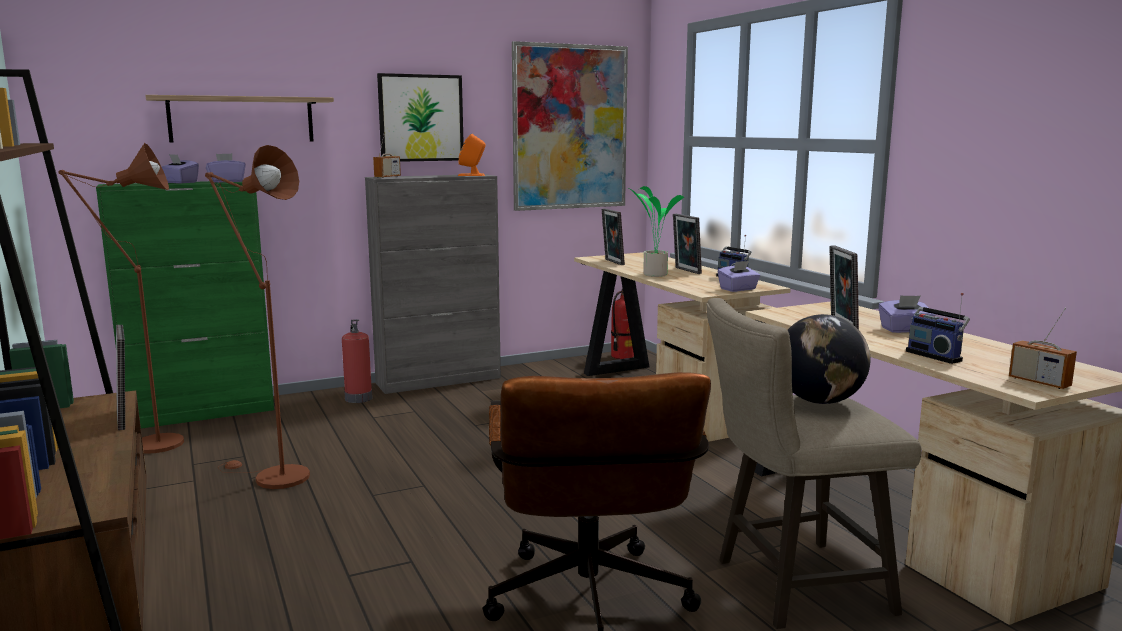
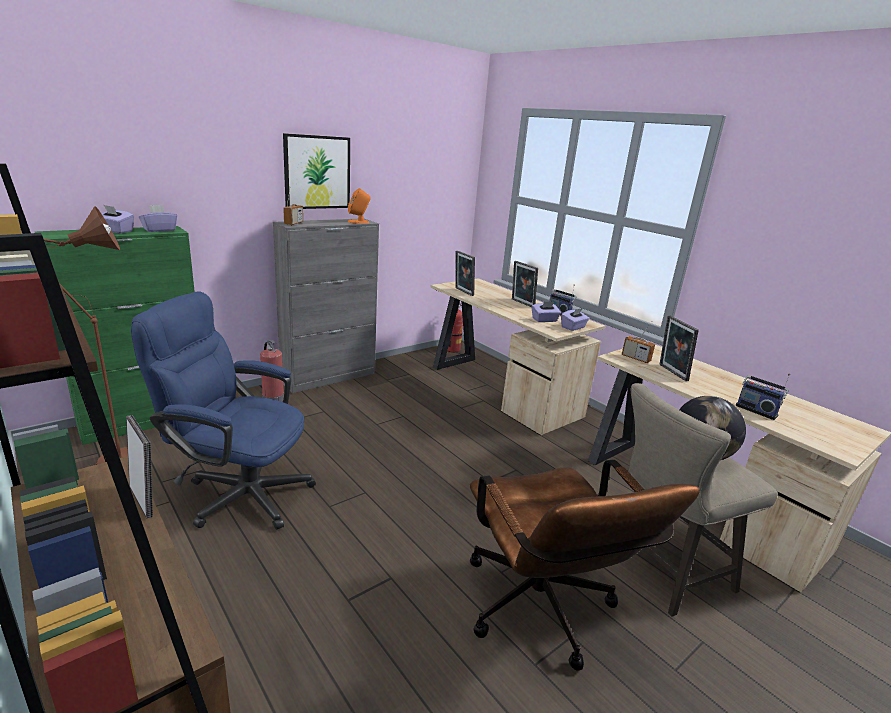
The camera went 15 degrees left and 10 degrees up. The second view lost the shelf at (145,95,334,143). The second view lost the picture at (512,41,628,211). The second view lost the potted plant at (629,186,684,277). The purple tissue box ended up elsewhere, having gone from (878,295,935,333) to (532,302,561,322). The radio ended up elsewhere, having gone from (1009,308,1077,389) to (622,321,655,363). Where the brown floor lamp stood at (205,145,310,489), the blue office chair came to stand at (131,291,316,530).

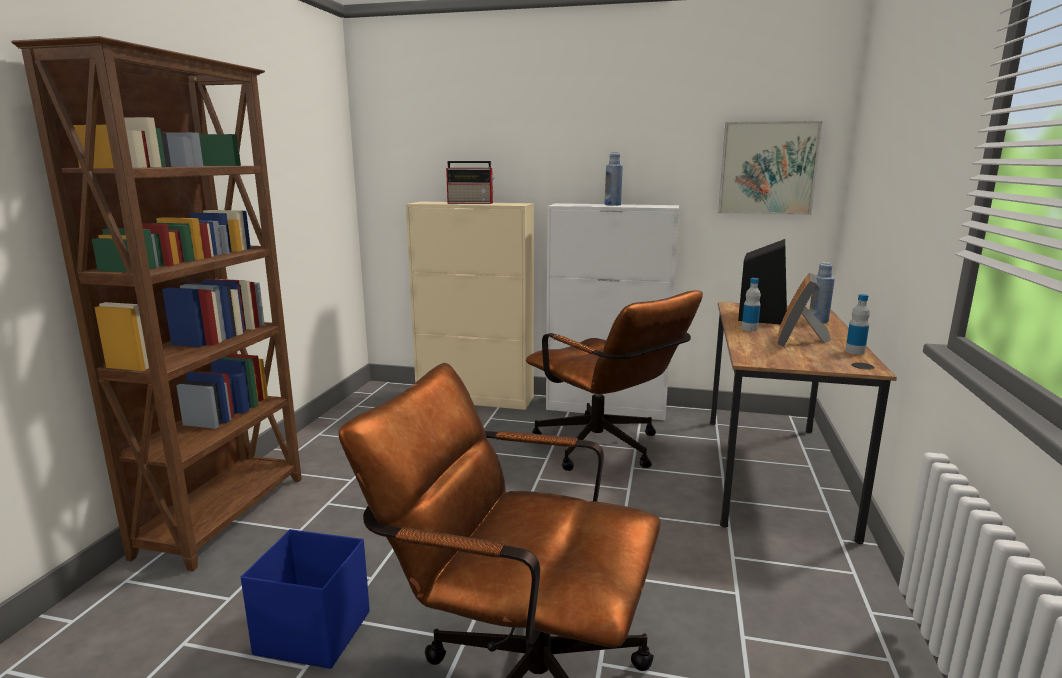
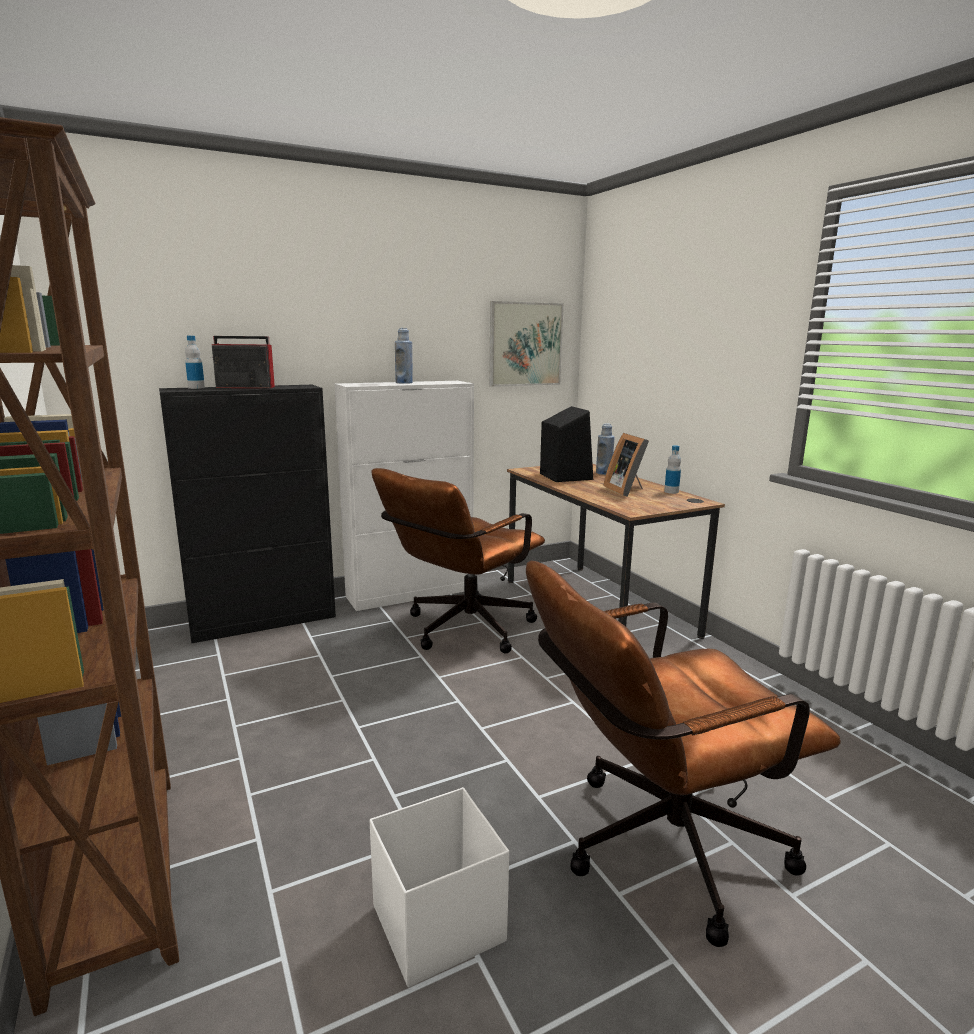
The camera went 40 degrees left and 0 degrees up. The bottle ended up elsewhere, having gone from (742,278,761,331) to (185,336,205,389). What was the blue storage box at (241,529,370,669) turned into the white storage box at (370,787,509,987). What was the beige cabinet at (406,202,534,410) turned into the black cabinet at (159,385,336,643). The radio at (446,161,495,204) ended up facing another way, 150 degrees counterclockwise from before. The brown office chair at (526,290,703,471) ended up facing another way, 120 degrees clockwise from before.

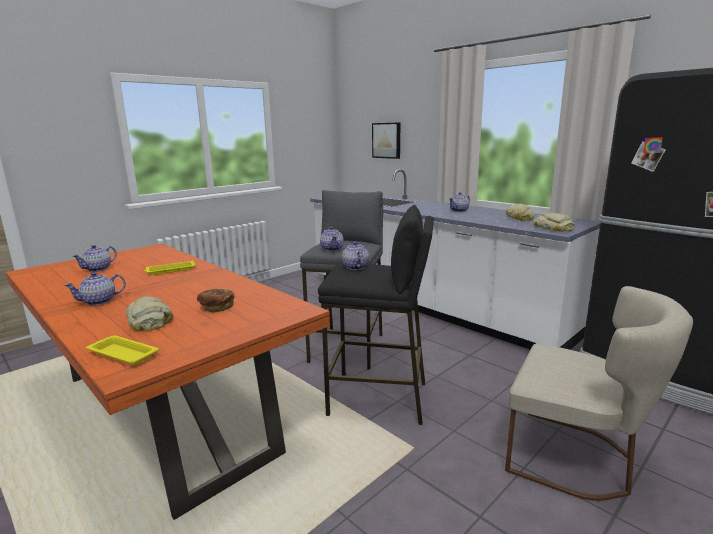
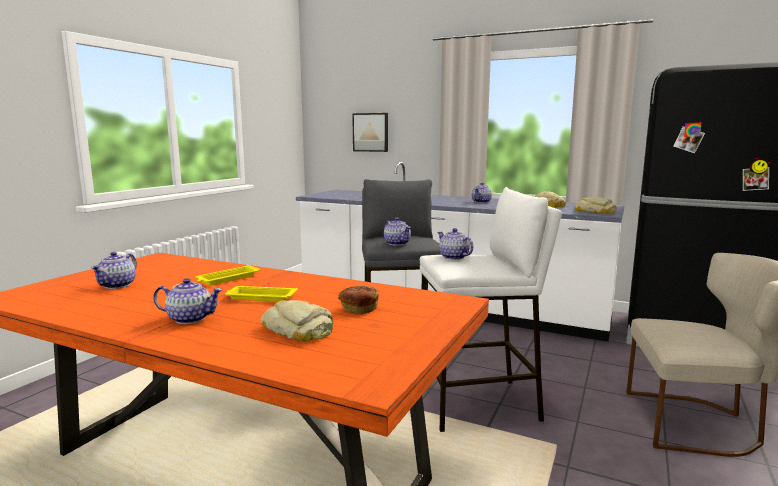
The camera went 20 degrees left and 5 degrees down. The yellow tray ended up elsewhere, having gone from (86,335,159,365) to (225,286,298,302). What was the black stool at (318,205,434,425) turned into the white stool at (420,187,562,432). The teapot at (64,272,126,306) ended up facing another way, 120 degrees counterclockwise from before.

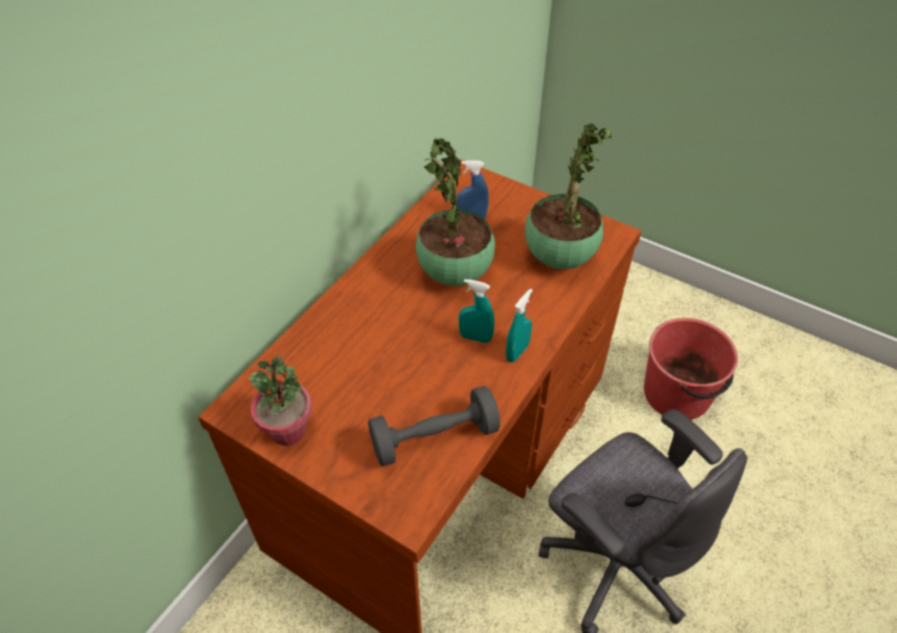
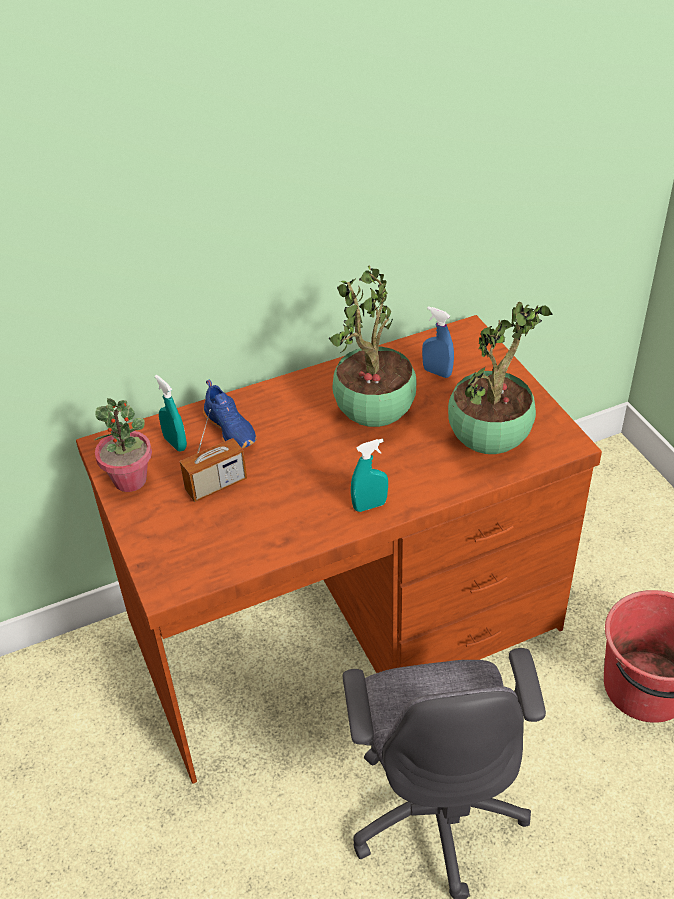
The camera went 35 degrees right and 5 degrees down. The second view lost the grey dumbbell at (368,386,500,466). The second view gained the radio at (180,409,247,502). The second view gained the blue shoe at (203,379,256,449). The turquoise spray bottle ended up elsewhere, having gone from (459,279,494,343) to (155,375,187,452).

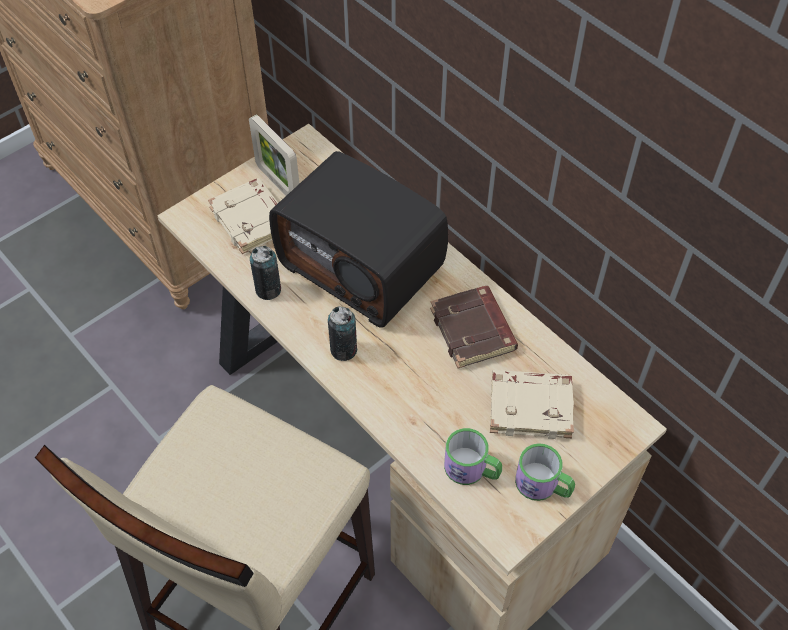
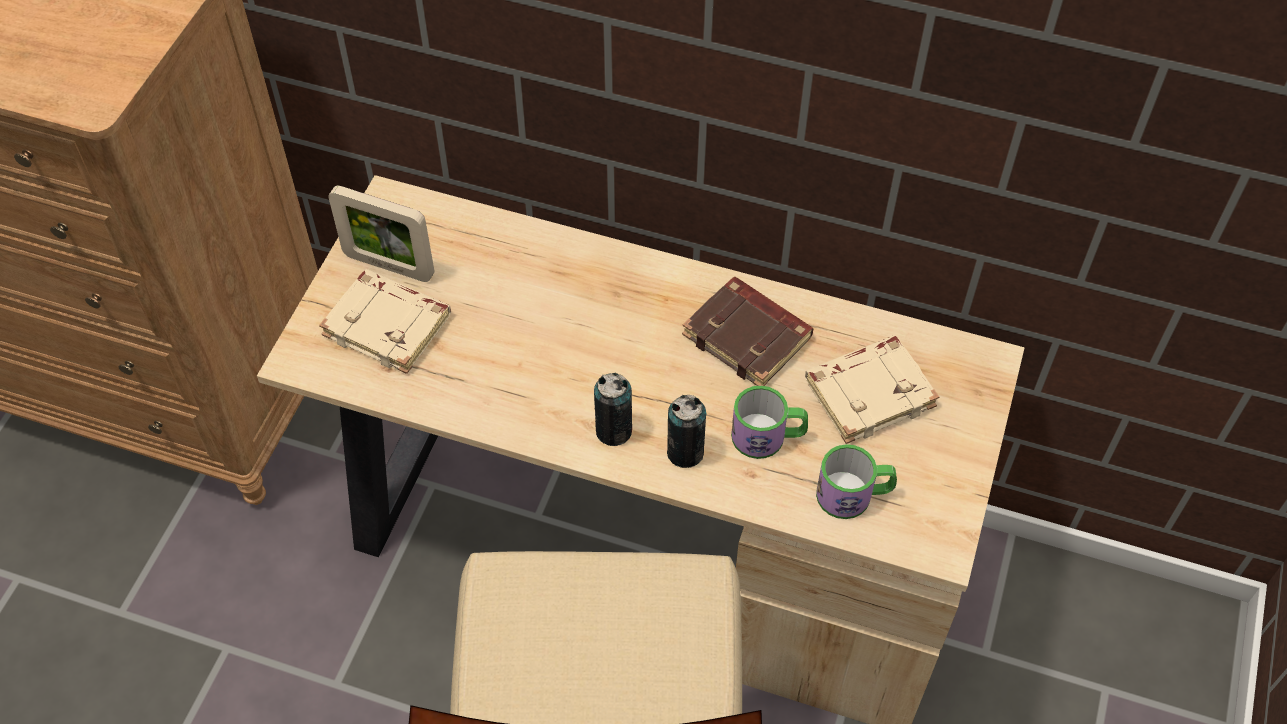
The camera went 30 degrees left and 0 degrees up. The second view lost the radio at (269,151,448,328). The can ended up elsewhere, having gone from (250,246,281,300) to (667,395,707,468). The mug ended up elsewhere, having gone from (515,443,575,501) to (731,386,808,459).

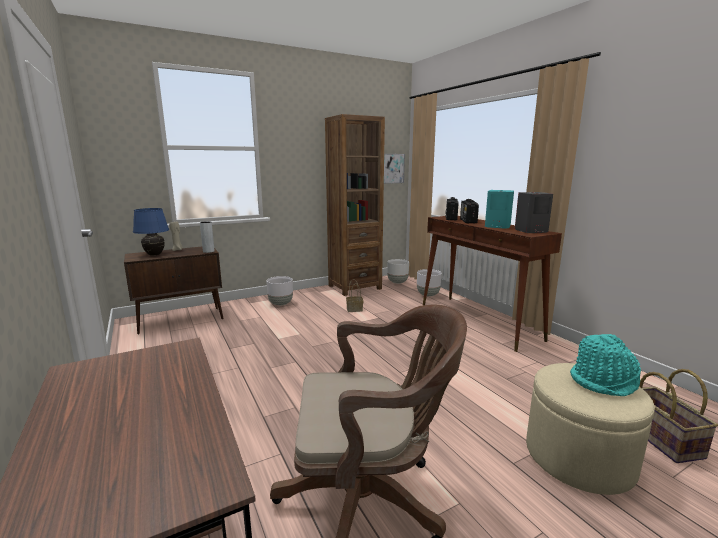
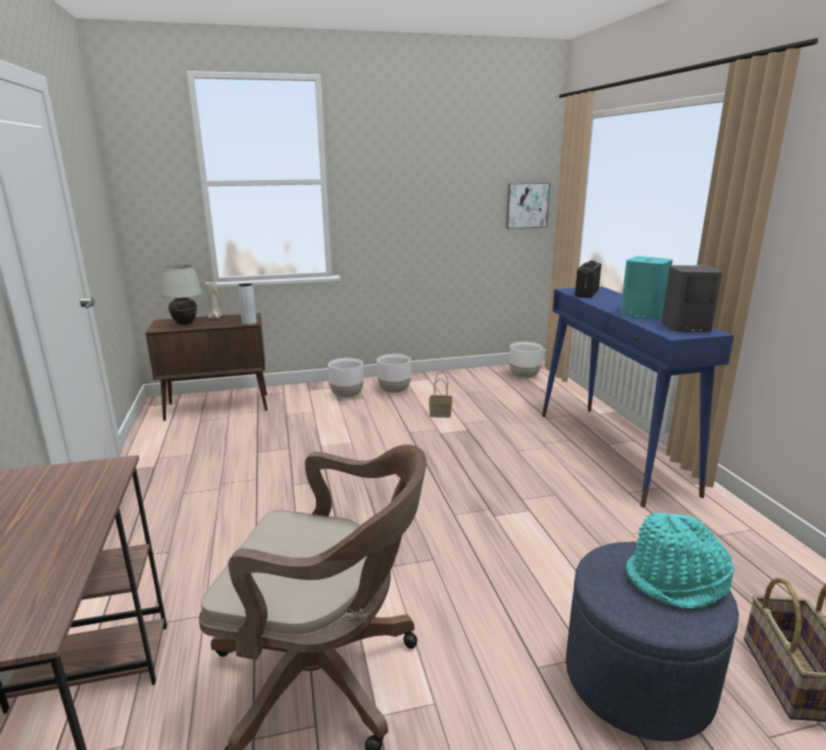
The camera went 15 degrees right and 5 degrees up. The second view lost the brown bookcase at (325,114,385,296). The second view lost the radio at (460,199,479,224). The white planter ended up elsewhere, having gone from (417,269,442,297) to (377,354,411,393). What was the blue table lamp at (133,208,169,256) turned into the white table lamp at (159,264,202,325). What was the brown console table at (423,216,562,352) turned into the blue console table at (542,286,734,508). What was the beige ottoman at (526,363,655,495) turned into the blue ottoman at (566,542,739,742).

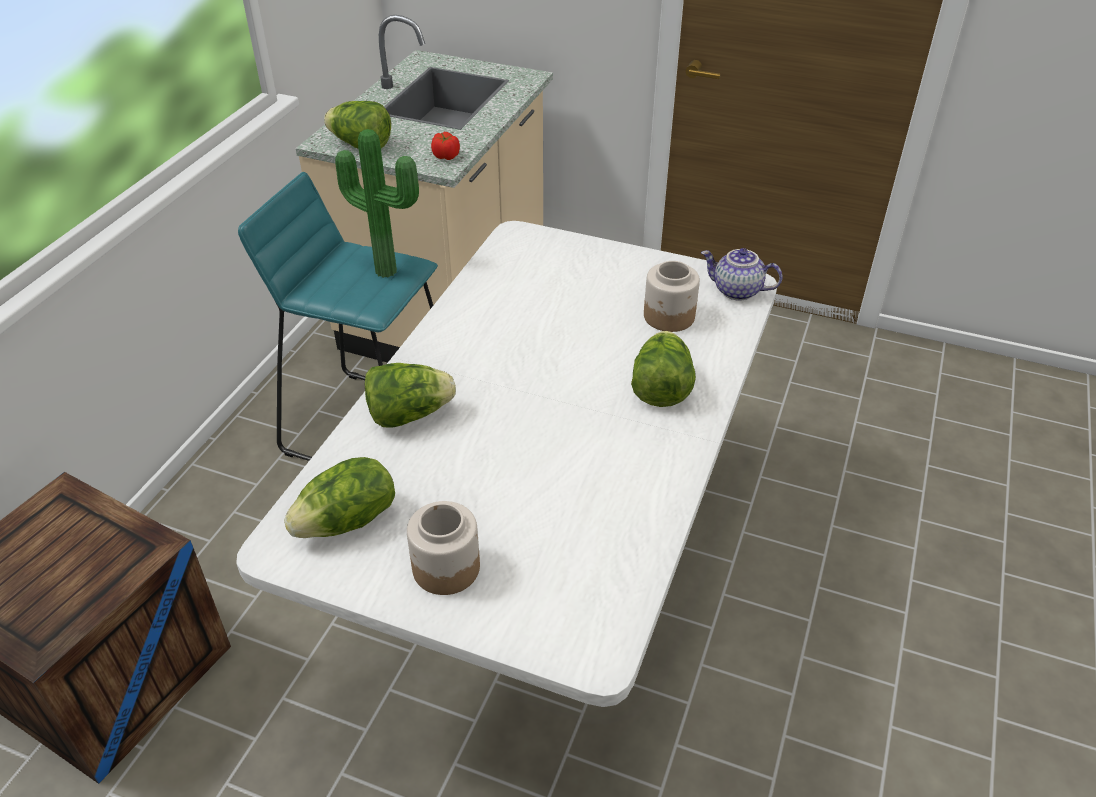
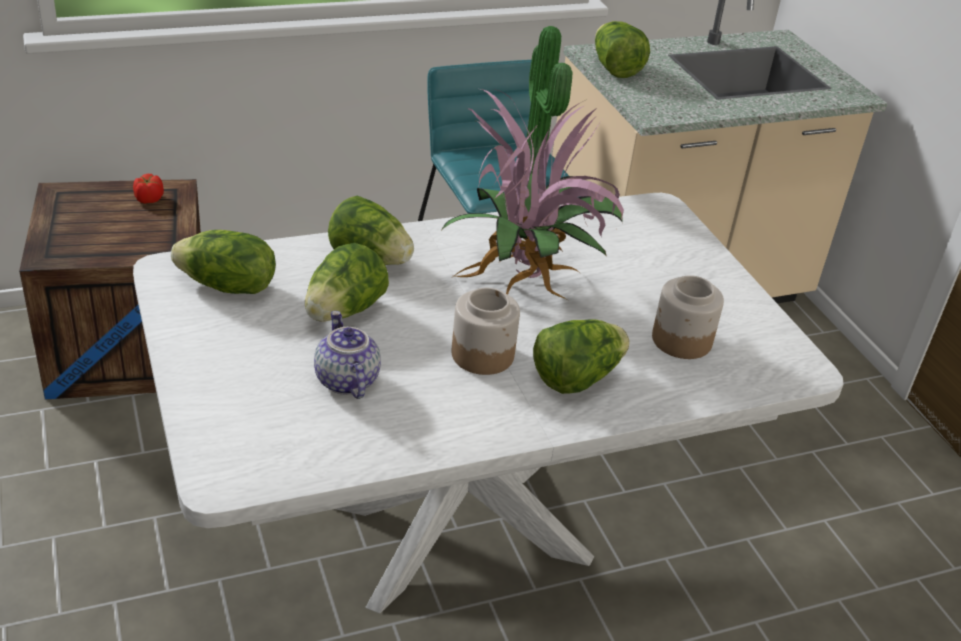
The camera went 45 degrees right and 5 degrees down. The second view gained the lettuce at (305,243,389,322). The second view gained the potted plant at (442,89,624,299). The jar ended up elsewhere, having gone from (407,501,480,595) to (452,288,520,375). The tomato ended up elsewhere, having gone from (431,132,460,160) to (133,174,164,204). The teapot ended up elsewhere, having gone from (701,248,783,301) to (314,311,381,399).

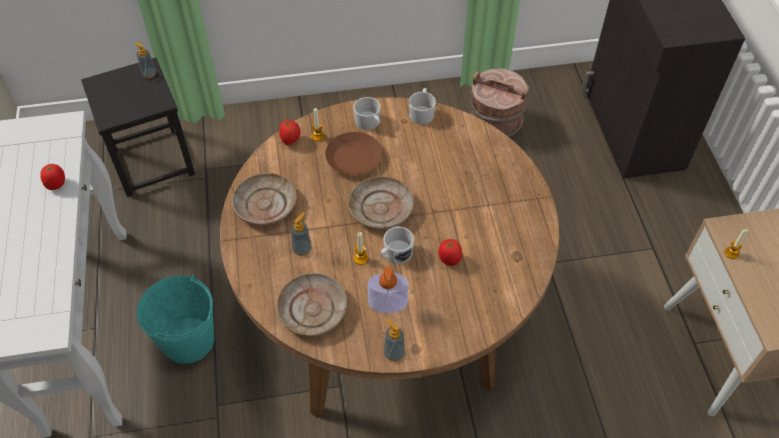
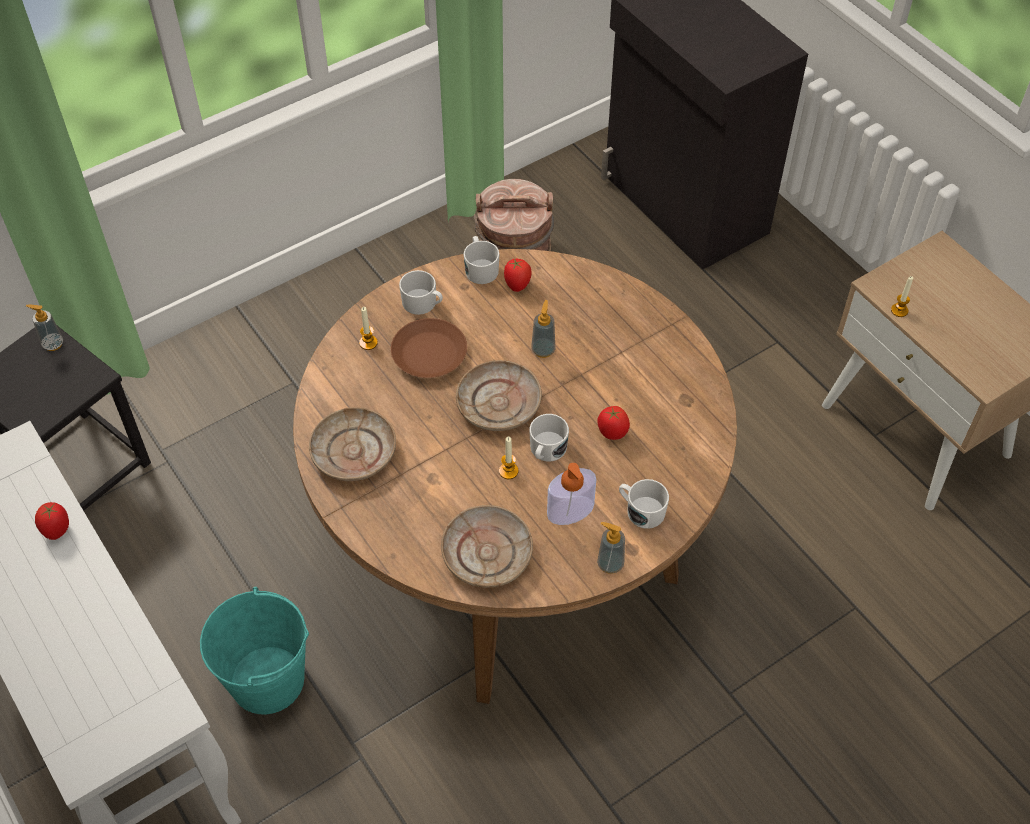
The camera went 25 degrees left and 0 degrees up. The second view gained the white mug at (619,479,669,529). The tomato ended up elsewhere, having gone from (279,120,301,145) to (504,259,532,292). The soap dispenser ended up elsewhere, having gone from (291,212,312,256) to (531,300,555,358).

